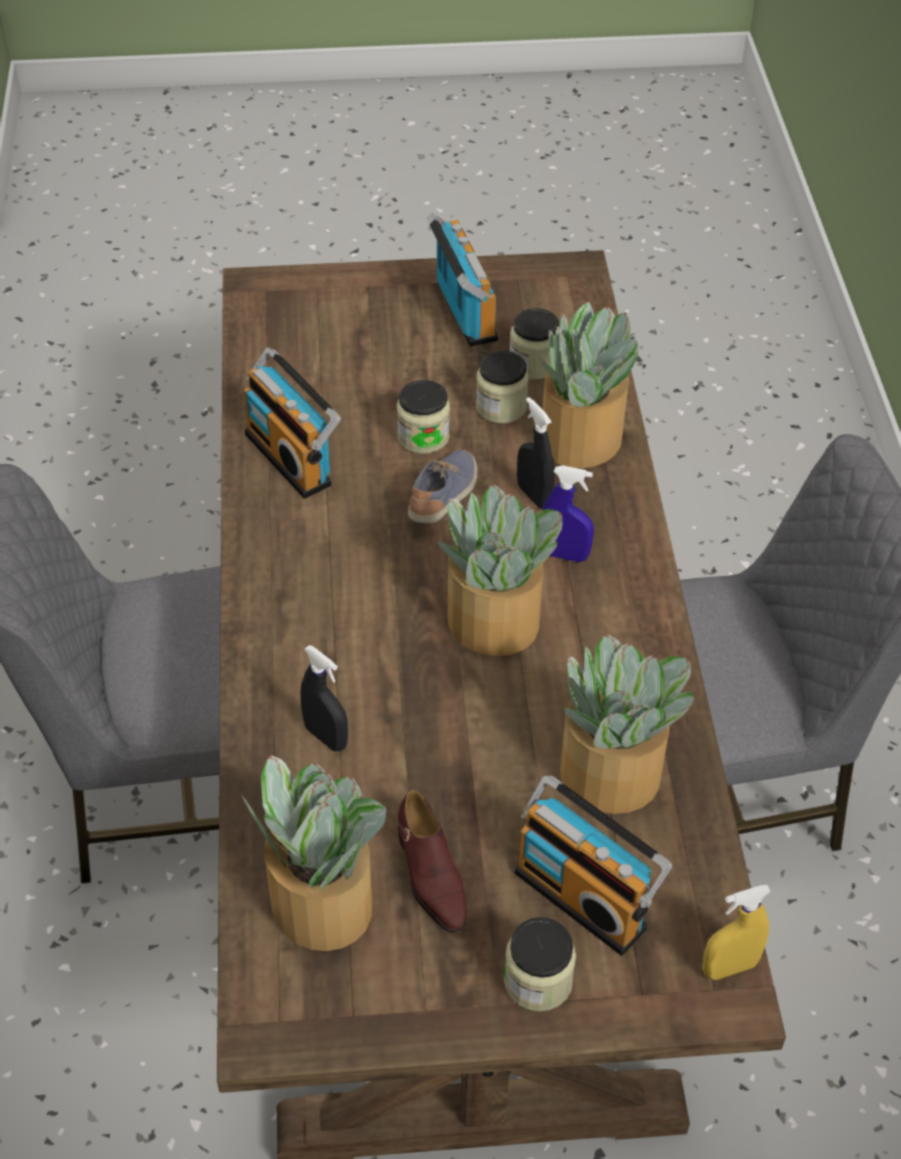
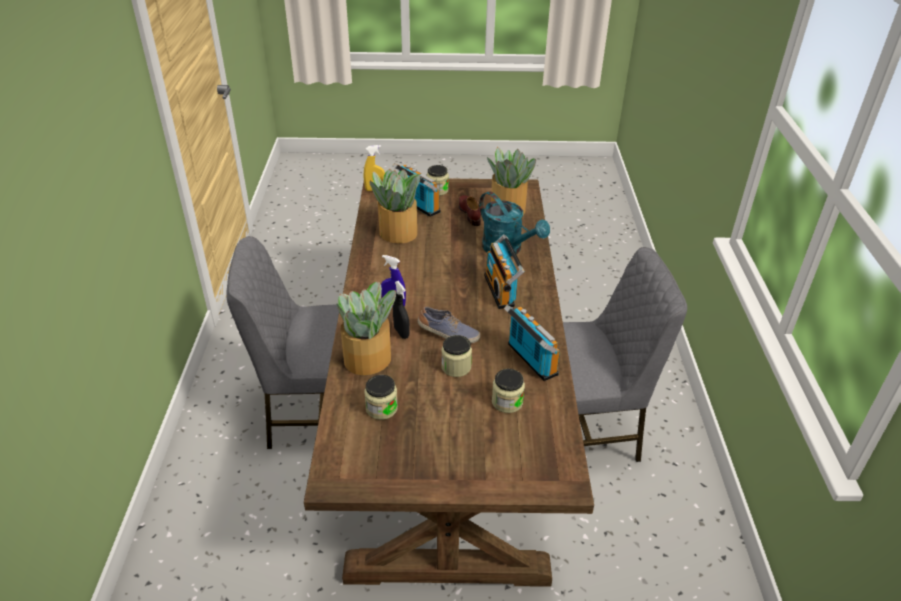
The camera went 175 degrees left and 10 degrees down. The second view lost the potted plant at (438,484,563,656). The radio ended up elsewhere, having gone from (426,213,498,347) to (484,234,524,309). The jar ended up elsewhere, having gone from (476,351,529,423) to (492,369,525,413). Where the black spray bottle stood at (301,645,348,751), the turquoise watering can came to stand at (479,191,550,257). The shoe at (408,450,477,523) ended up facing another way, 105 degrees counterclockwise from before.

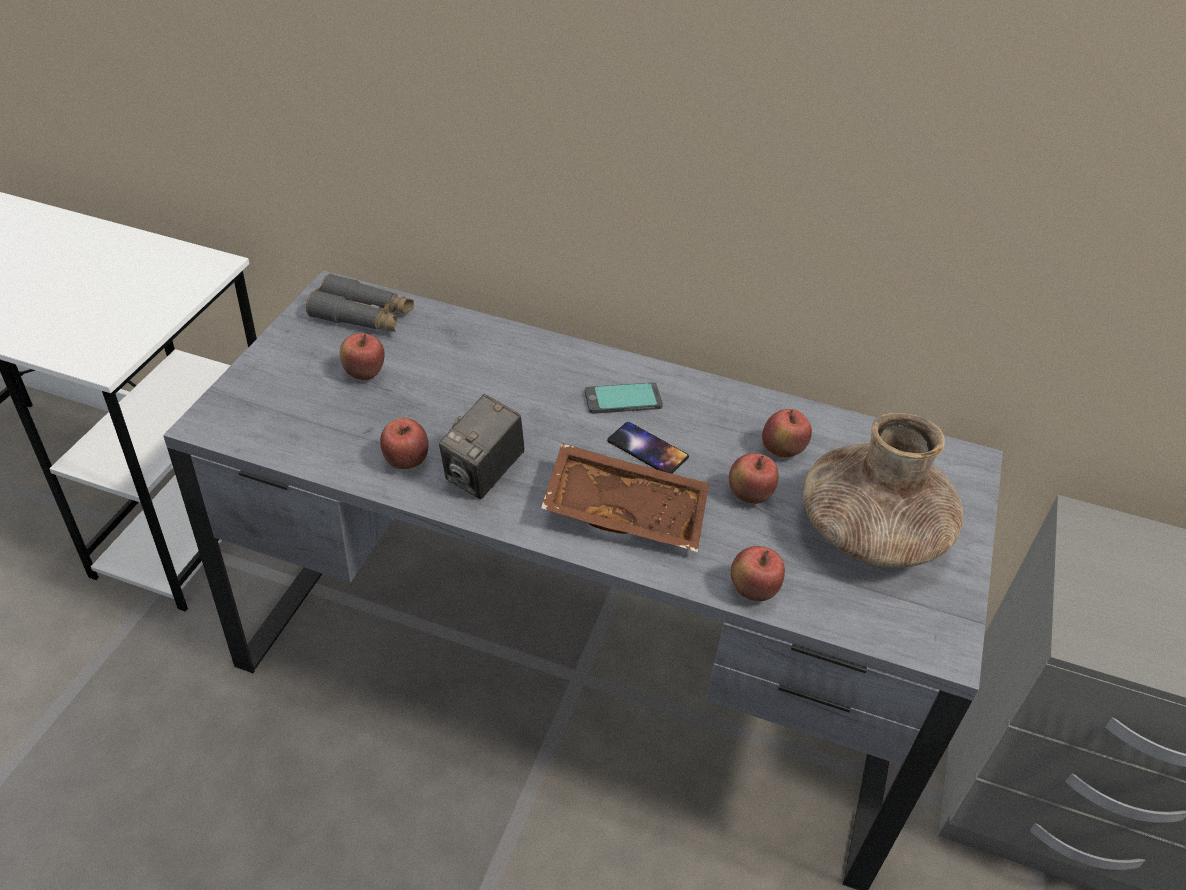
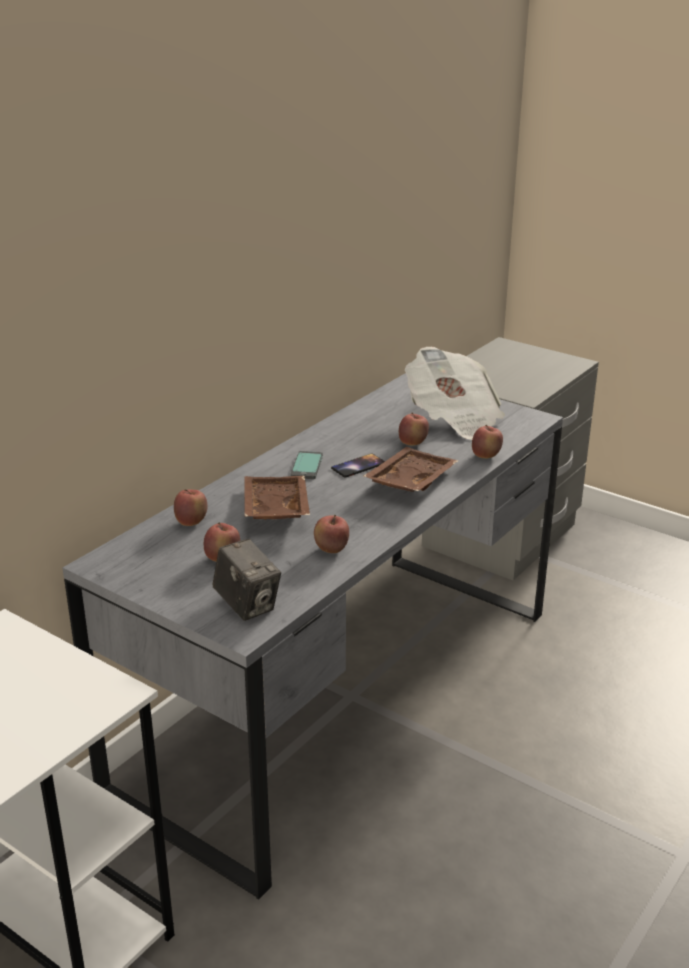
The camera went 70 degrees left and 15 degrees down. The second view lost the grey binoculars at (306,274,414,332). The second view gained the brown tray at (245,476,310,520). The photo camera ended up elsewhere, having gone from (439,394,525,499) to (212,539,281,621). The apple ended up elsewhere, having gone from (762,409,812,458) to (174,489,208,526). Where the brown vase stood at (803,413,963,568), the newspaper came to stand at (405,347,505,440).

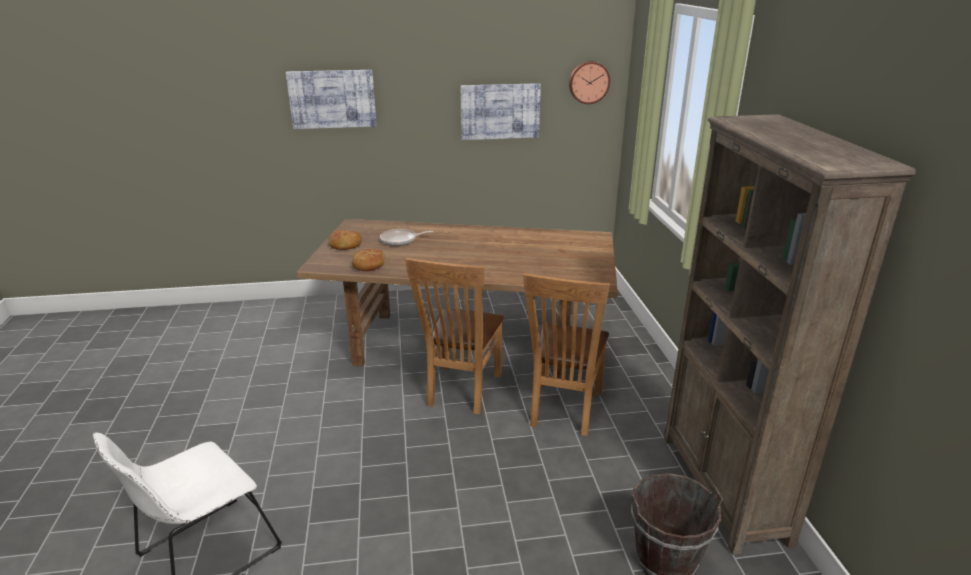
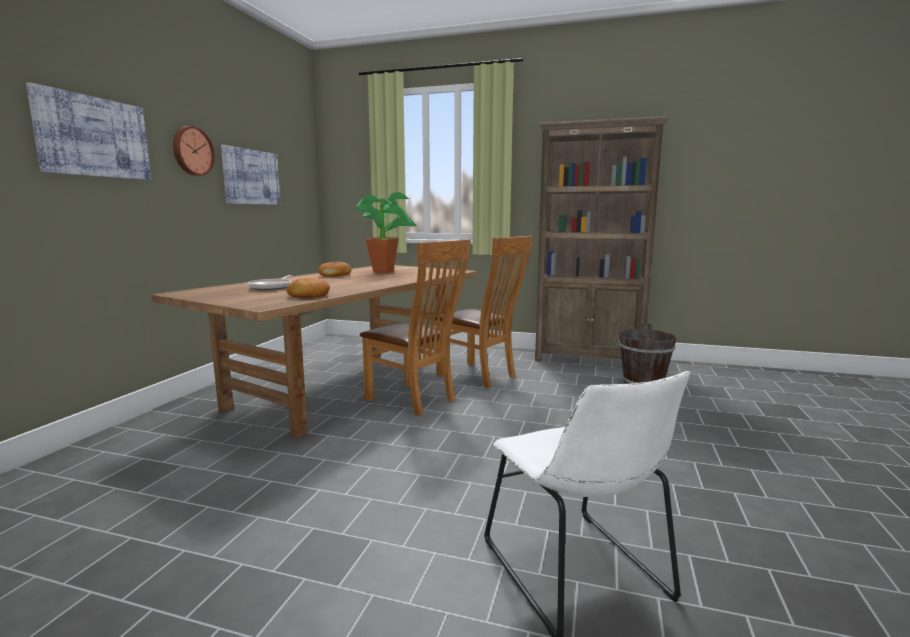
The camera went 65 degrees left and 15 degrees down. The second view gained the potted plant at (353,192,417,273). The bread ended up elsewhere, having gone from (328,230,362,250) to (318,262,351,277). The wall clock ended up elsewhere, having gone from (569,61,610,104) to (173,126,215,176).

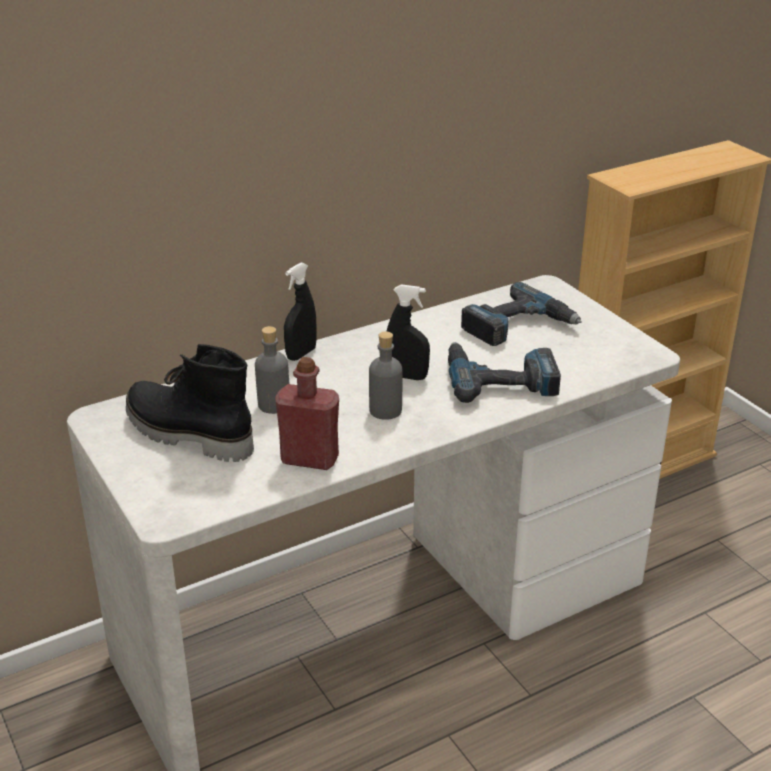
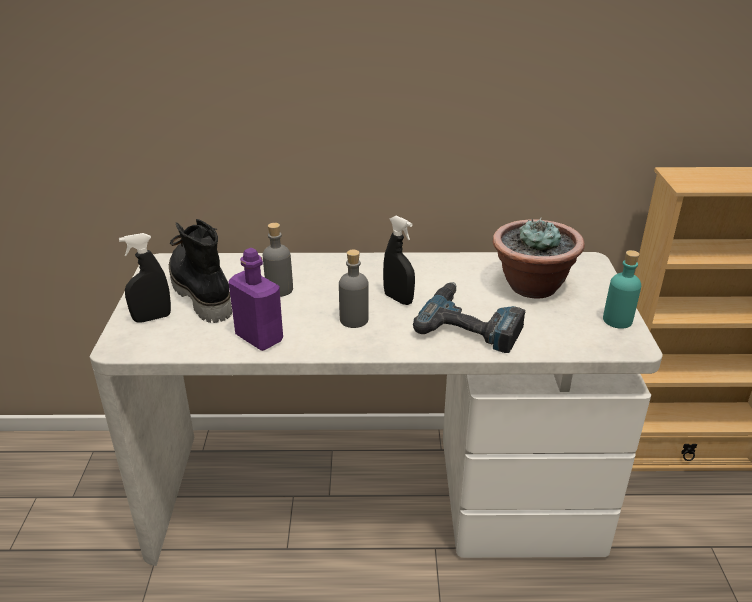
The camera went 30 degrees right and 0 degrees up. The second view gained the turquoise bottle at (603,250,641,329). The black spray bottle ended up elsewhere, having gone from (284,263,317,361) to (119,233,171,323). Where the power drill stood at (461,282,582,346), the potted plant came to stand at (493,217,585,299). What was the red bottle at (275,357,339,470) turned into the purple bottle at (228,248,283,351).

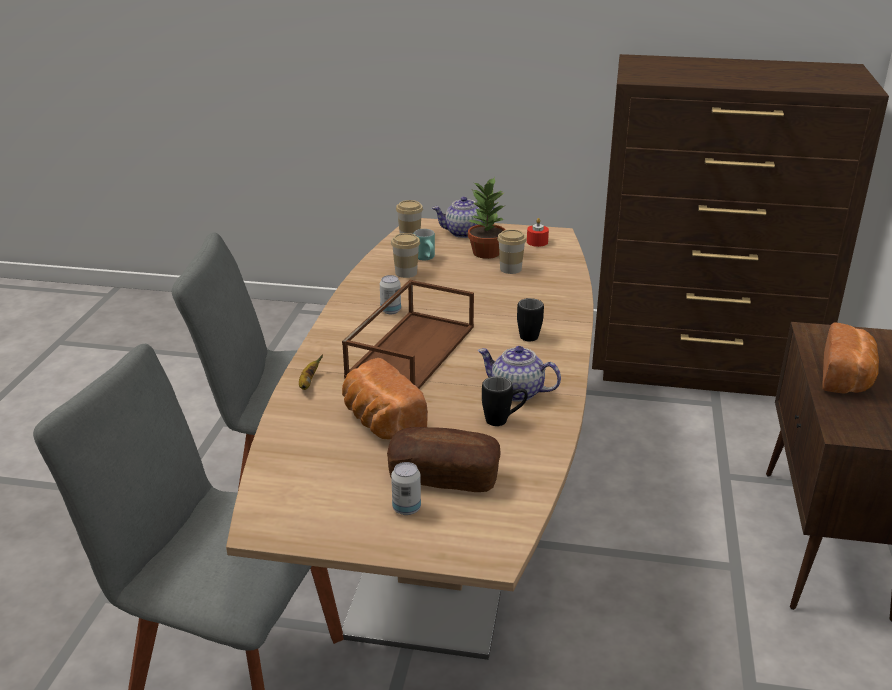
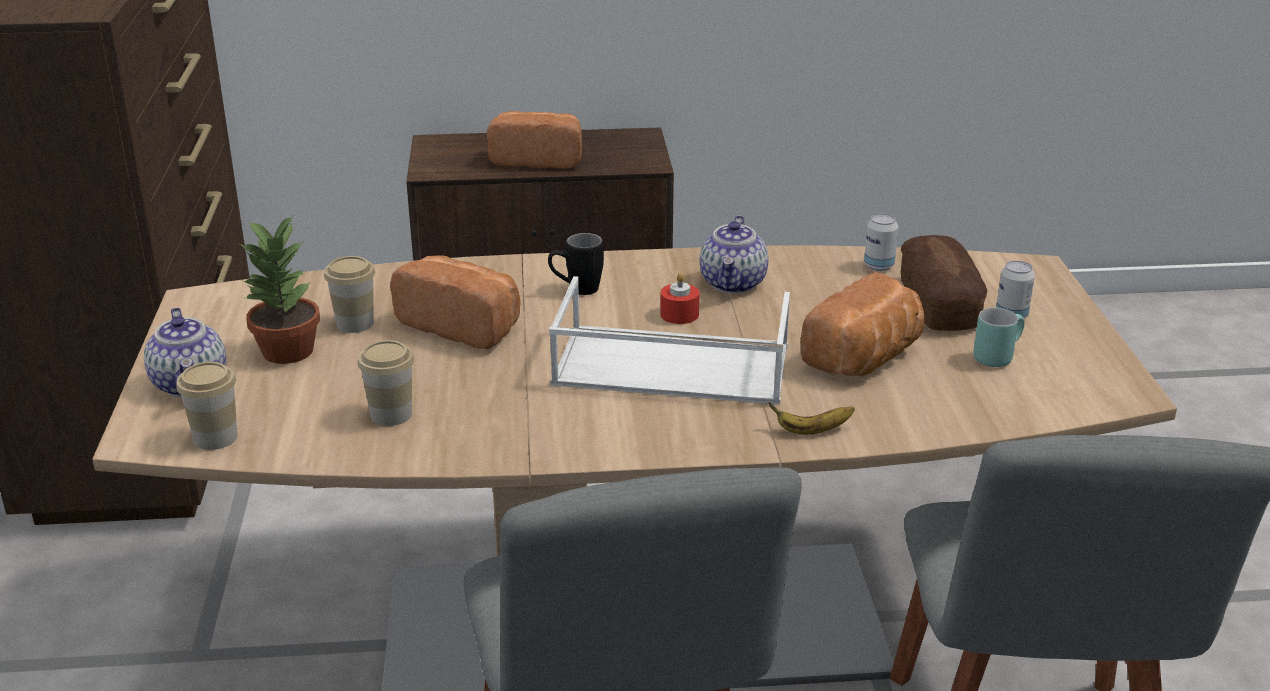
The camera went 105 degrees left and 0 degrees up. The second view lost the black mug at (482,376,528,426). The second view gained the bread at (390,255,521,349). The can ended up elsewhere, having gone from (380,275,401,314) to (864,213,898,271). The turquoise mug ended up elsewhere, having gone from (414,229,435,261) to (973,308,1025,367). The red candle ended up elsewhere, having gone from (527,218,549,247) to (660,273,699,324). What was the brown tray at (342,280,474,389) turned into the white tray at (549,276,790,405).

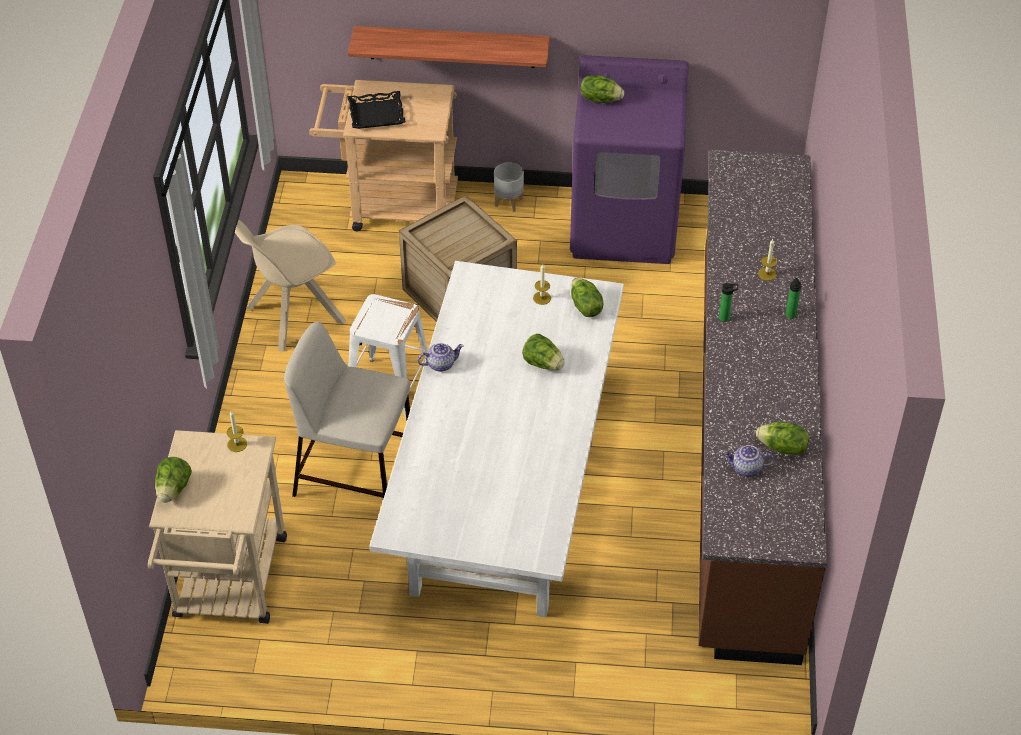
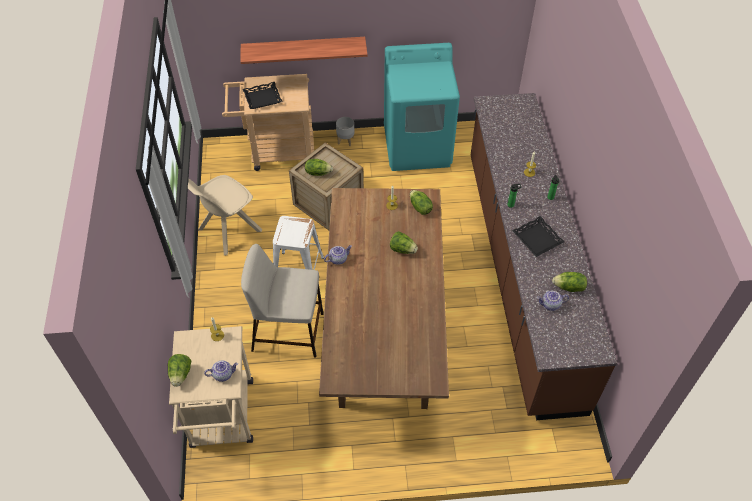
The camera went 10 degrees left and 5 degrees up. The second view gained the teapot at (204,360,238,382). The second view gained the black tray at (512,216,564,257). The lettuce ended up elsewhere, having gone from (580,75,624,103) to (305,159,333,176). What was the white dining table at (369,261,624,617) turned into the brown dining table at (319,188,449,409). What was the purple washing machine at (570,55,689,264) turned into the turquoise washing machine at (384,43,460,171).

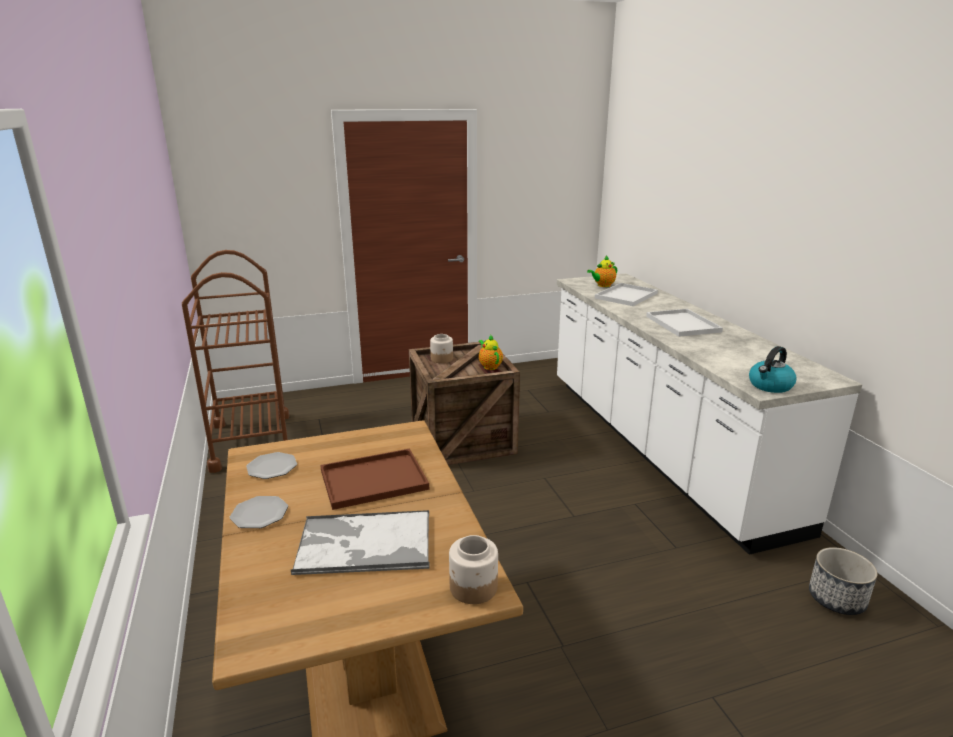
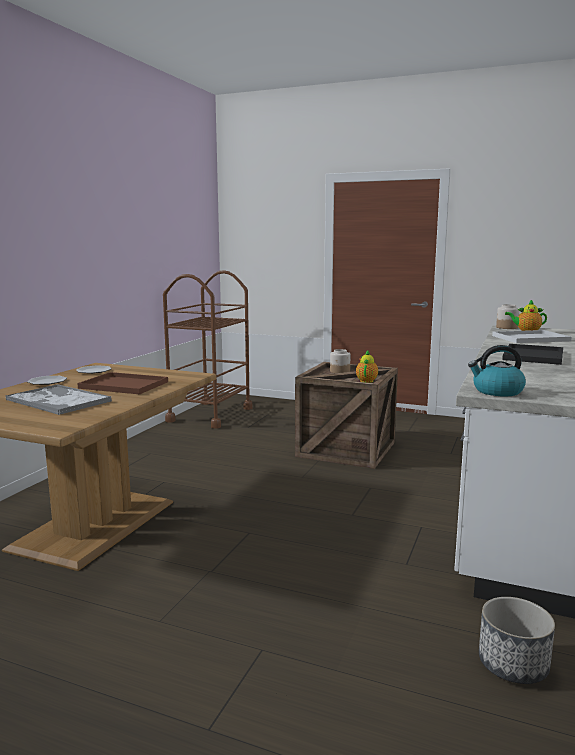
The camera went 40 degrees right and 10 degrees down. The jar ended up elsewhere, having gone from (449,535,498,604) to (496,304,520,329). What was the white tray at (646,309,723,337) turned into the black tray at (502,344,563,365).

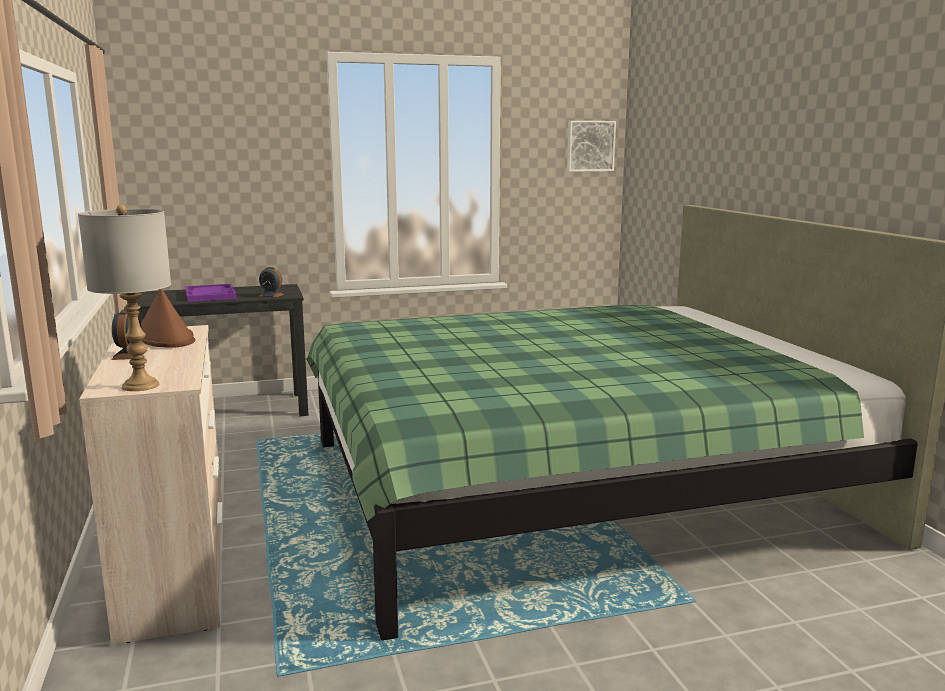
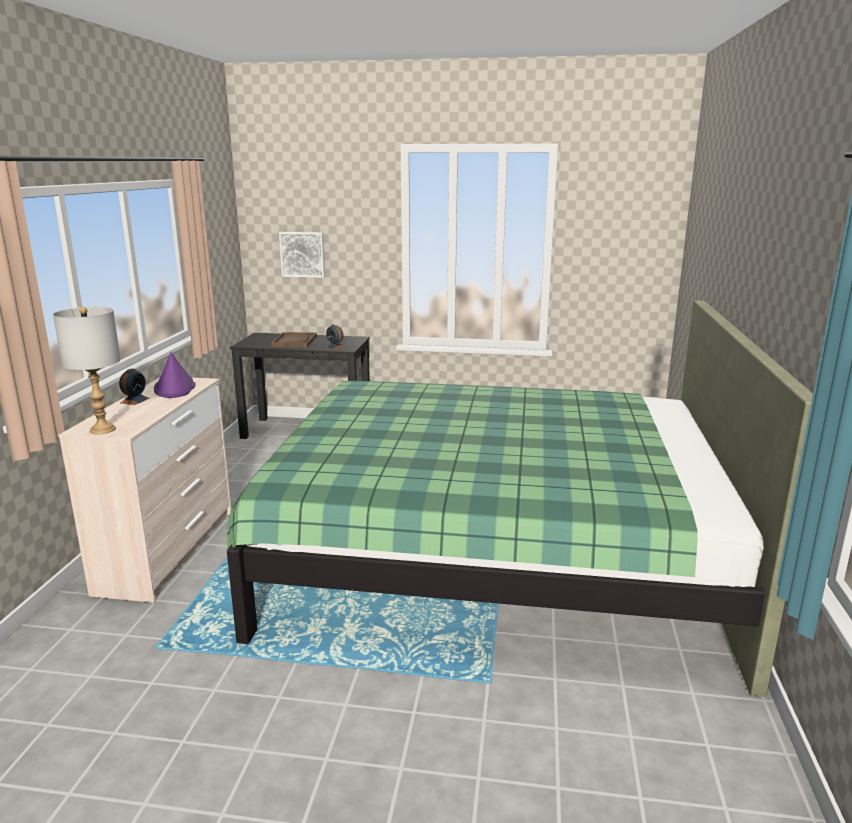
The camera went 25 degrees right and 5 degrees up. The picture ended up elsewhere, having gone from (567,121,616,172) to (279,232,325,278). What was the brown hat at (141,289,196,348) turned into the purple hat at (154,352,196,398). What was the purple tray at (185,284,237,302) turned into the brown tray at (271,332,317,348).

